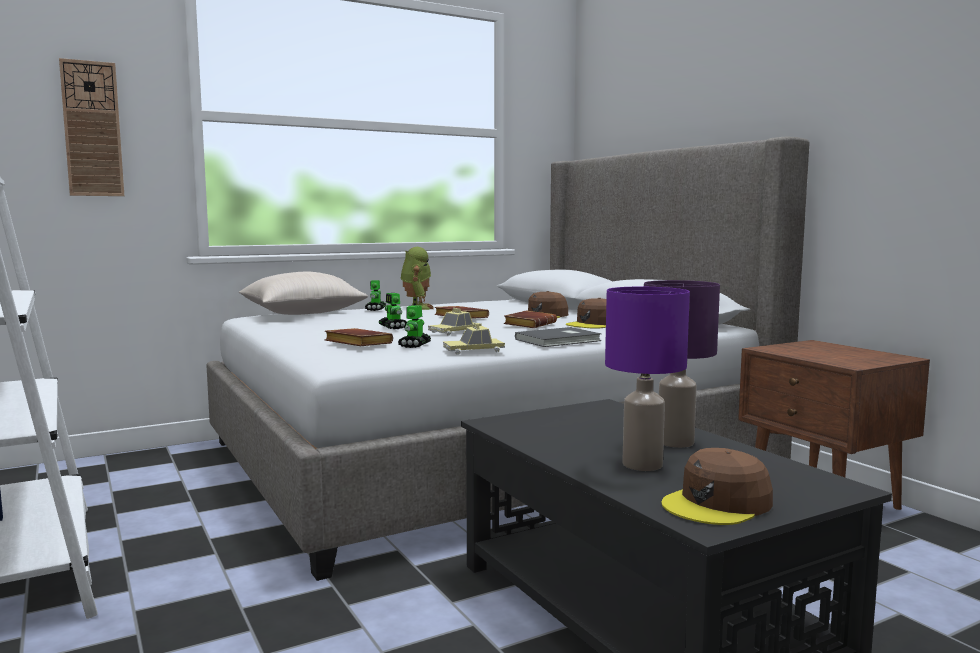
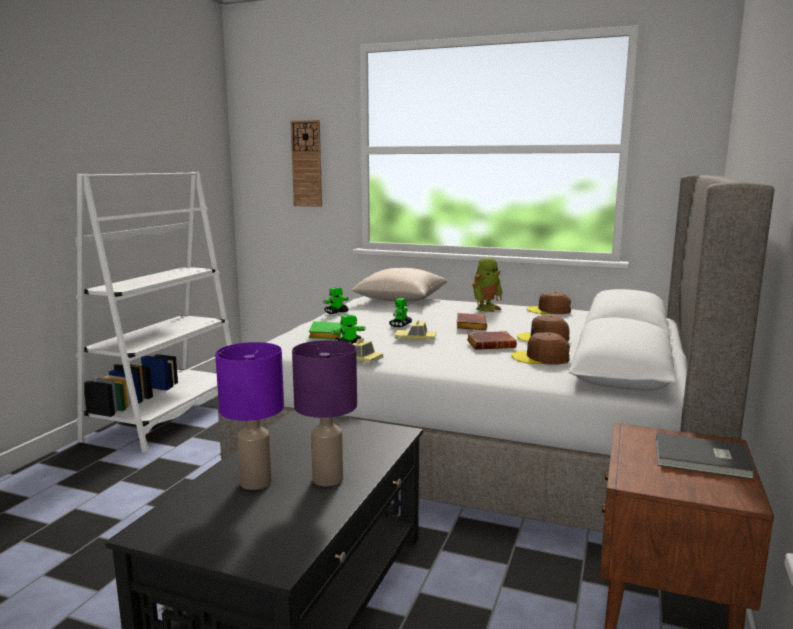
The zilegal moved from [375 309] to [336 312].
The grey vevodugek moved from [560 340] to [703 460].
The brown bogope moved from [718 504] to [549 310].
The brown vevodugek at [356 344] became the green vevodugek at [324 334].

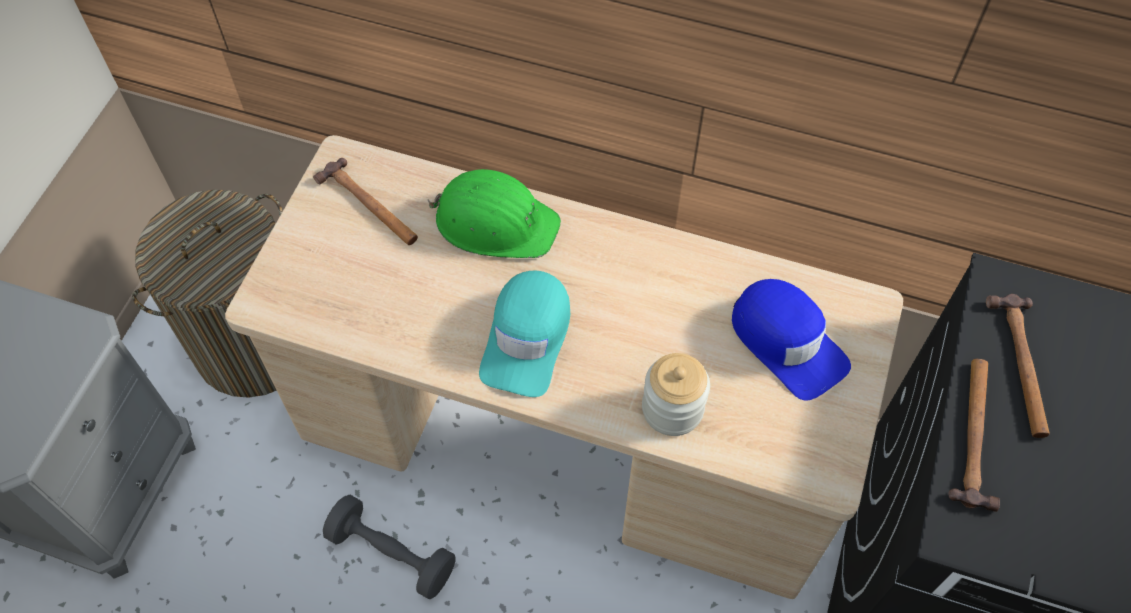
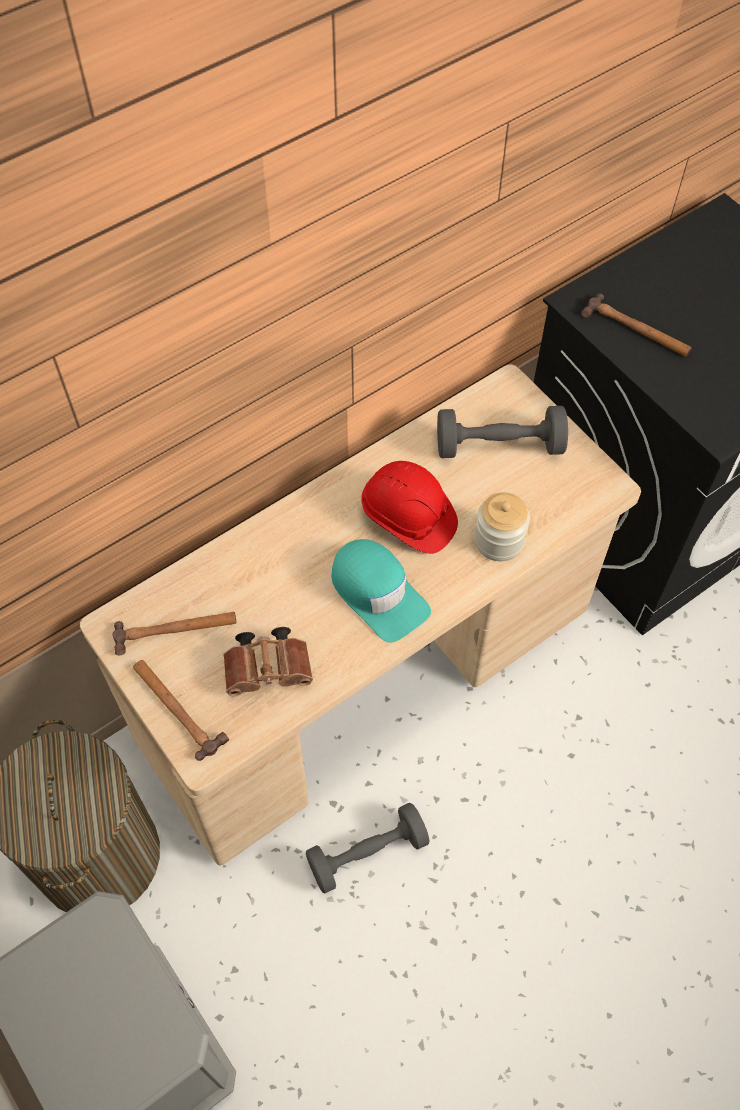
The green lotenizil at [495 221] disappeared.
The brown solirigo at [270 669] appeared.
The red lotenizil at [408 518] appeared.
The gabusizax moved from [975 434] to [177 708].
The blue bogope at [787 342] was replaced by the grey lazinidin at [499 446].

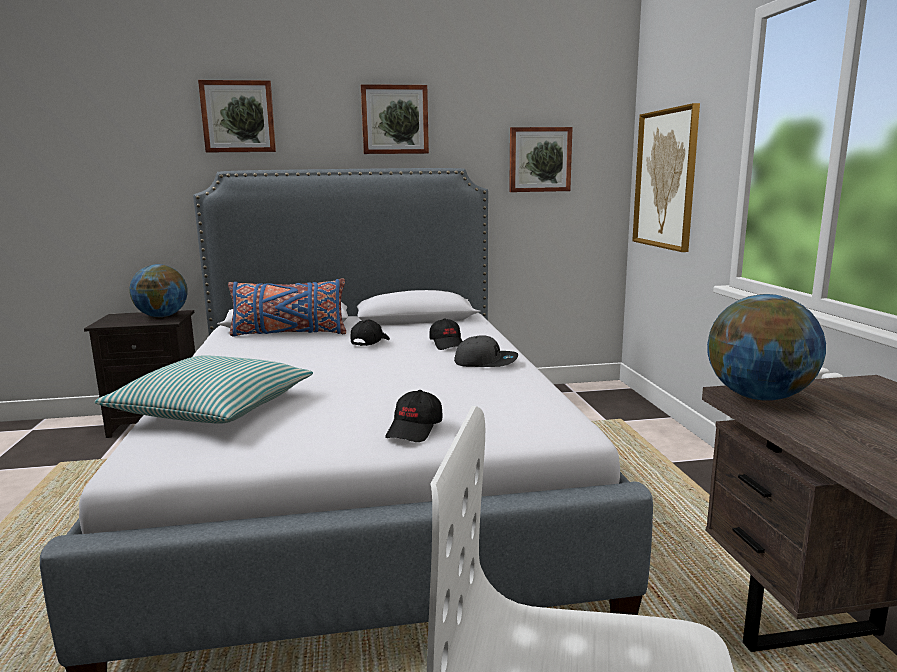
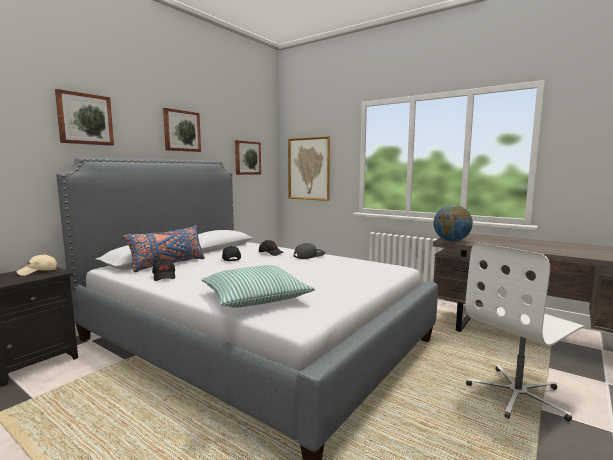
The black bogope moved from [415 429] to [164 276].
The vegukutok at [162 316] was replaced by the beige bogope at [38 272].

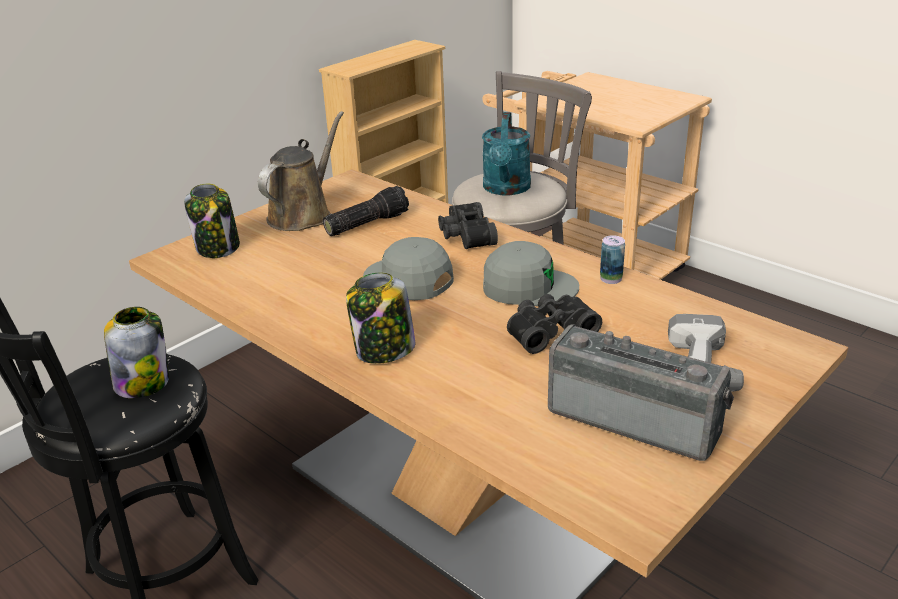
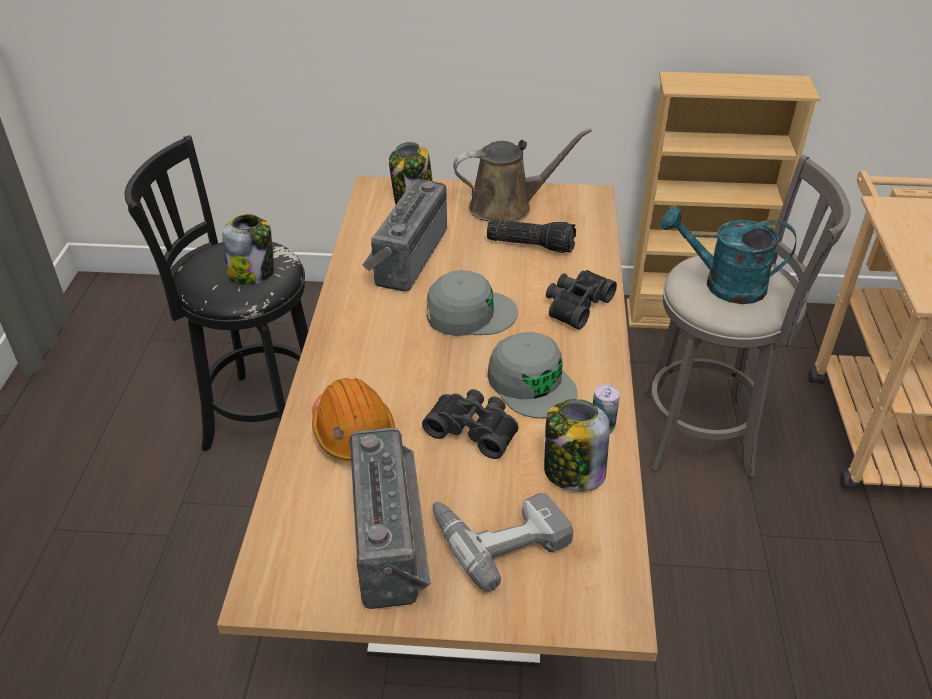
The orange lotenizil at [353 431] appeared.
The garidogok at [406 256] appeared.
The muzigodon moved from [384 350] to [572 472].
The grey bogope at [408 280] turned 90 degrees clockwise.
The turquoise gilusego at [506 189] turned 45 degrees clockwise.

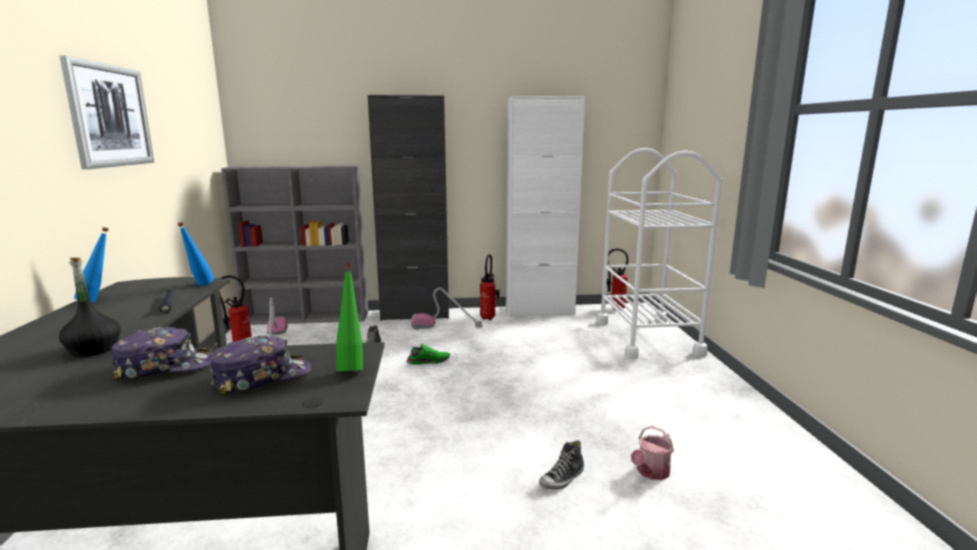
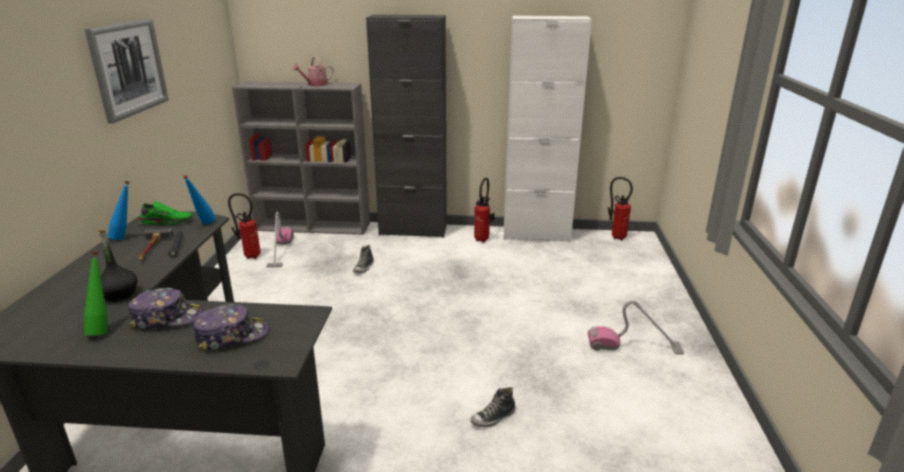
The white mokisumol at [647 337] disappeared.
The gabusizax at [151 249] appeared.
The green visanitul moved from [351 367] to [103 329].
The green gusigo moved from [428 361] to [167 222].
The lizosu moved from [446 326] to [634 346].
The gilusego moved from [651 472] to [315 85].

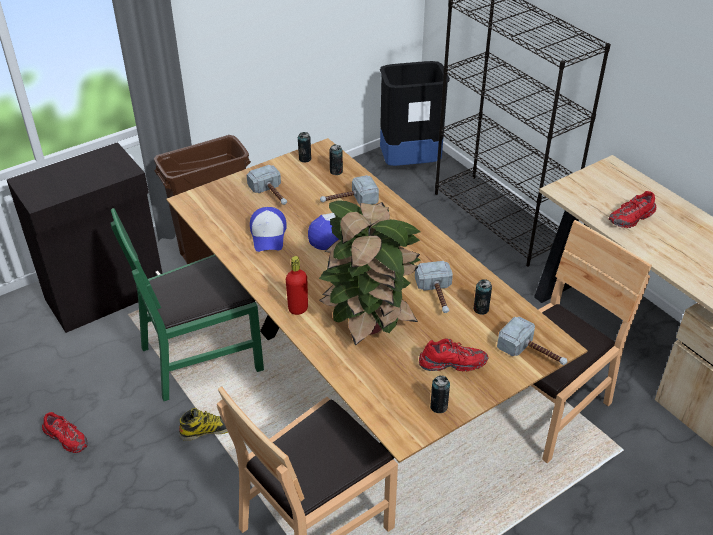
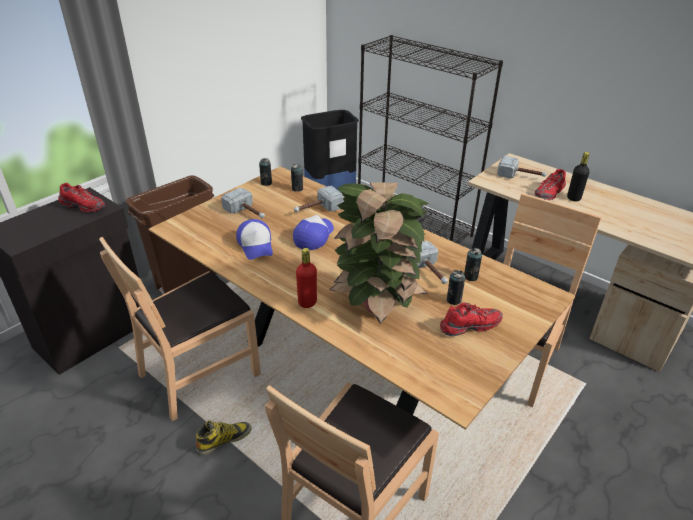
The black visanitul at [573 198] appeared.
The red gusigo moved from [66 439] to [83 207].
The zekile moved from [438 406] to [453 300].
The gabusizax moved from [533 353] to [520 176].
The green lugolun at [201 357] became the brown lugolun at [199 373].

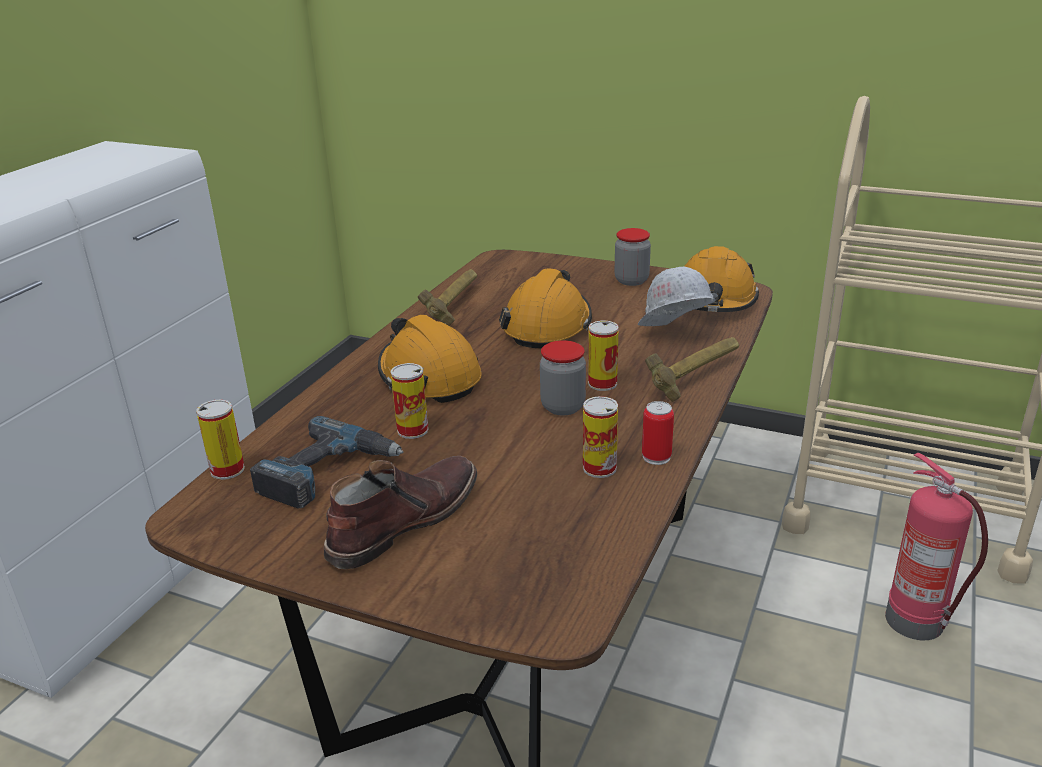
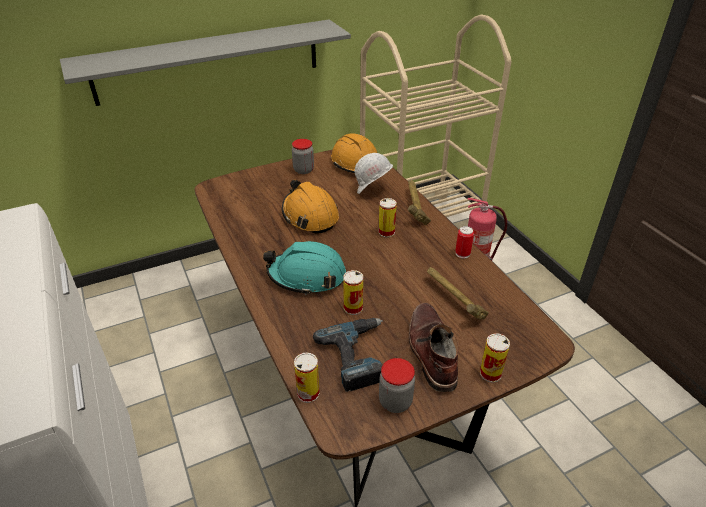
The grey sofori at [209 61] appeared.
The gabusizax moved from [454 306] to [454 301].
The muzigodon moved from [563 407] to [395 402].
The zekile moved from [599 468] to [490 373].
The orange lotenizil at [429 376] became the turquoise lotenizil at [307 276].

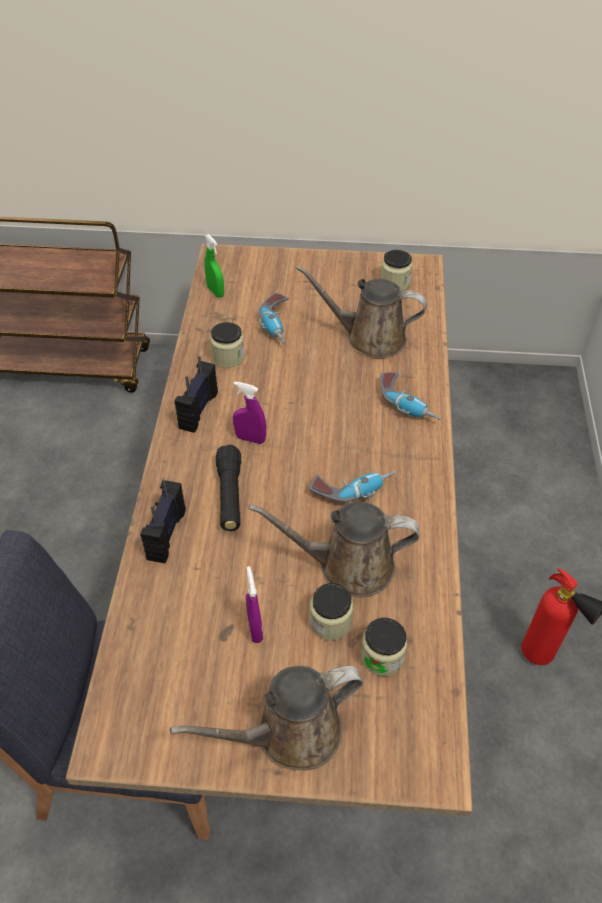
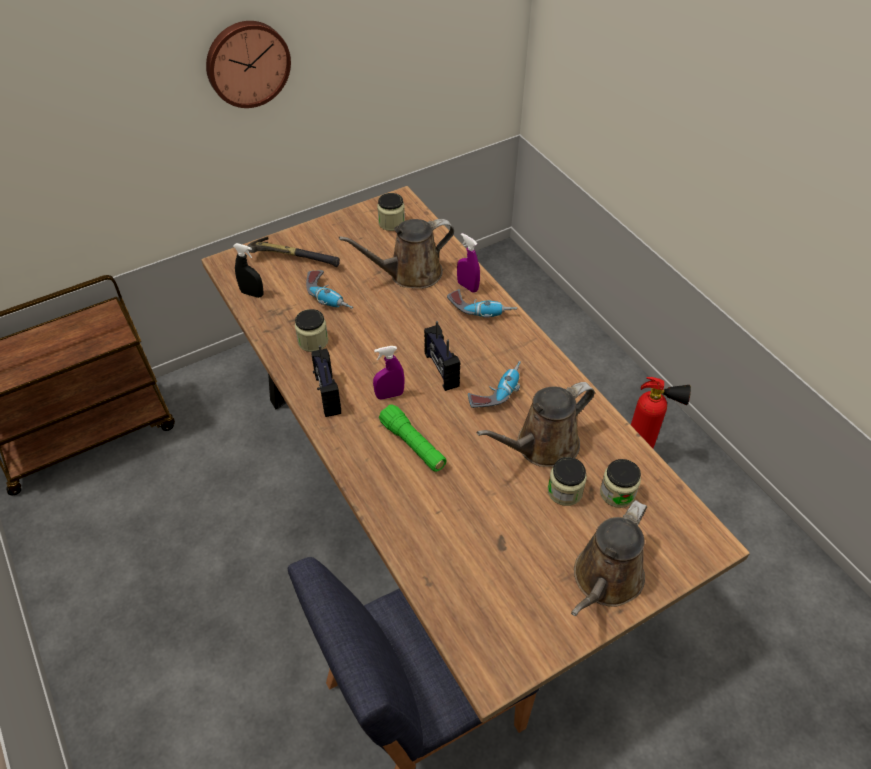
The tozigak at [247 63] appeared.
The gabusizax at [294 258] appeared.
The garidogok moved from [165 534] to [441 370].
The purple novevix moved from [255 628] to [467 286].
The green novevix at [215 291] became the black novevix at [252 293].
The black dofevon at [230 495] became the green dofevon at [413 445].

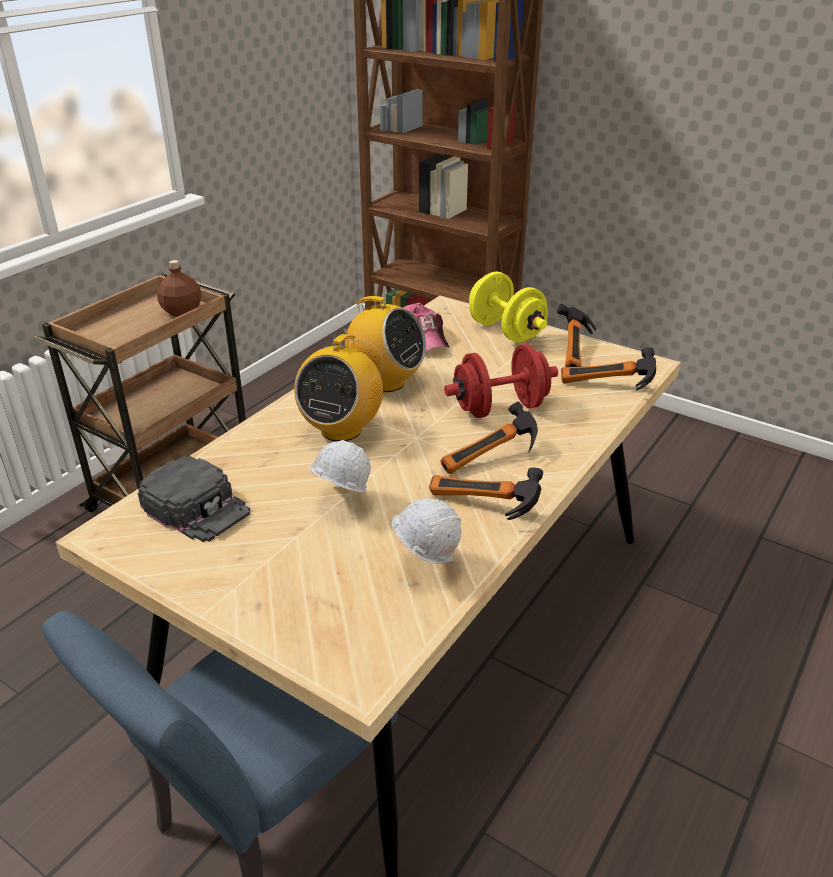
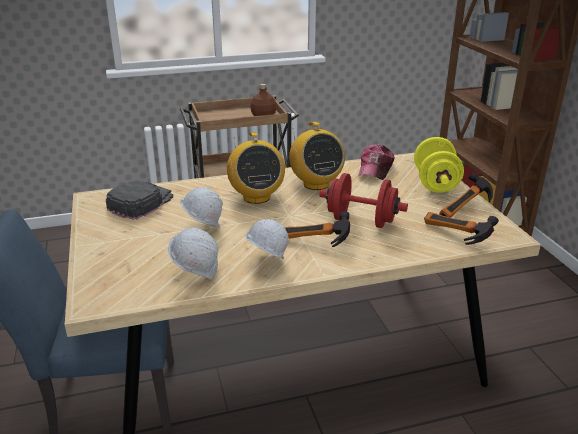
The gabusizax at [481 508] was replaced by the white lotenizil at [265 263].
The black bogope at [197 507] turned 135 degrees counterclockwise.
The garidogok at [341 429] turned 75 degrees counterclockwise.

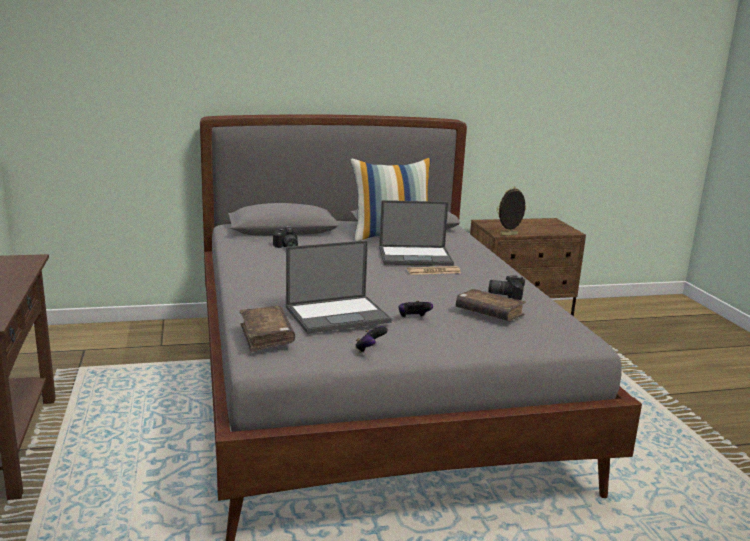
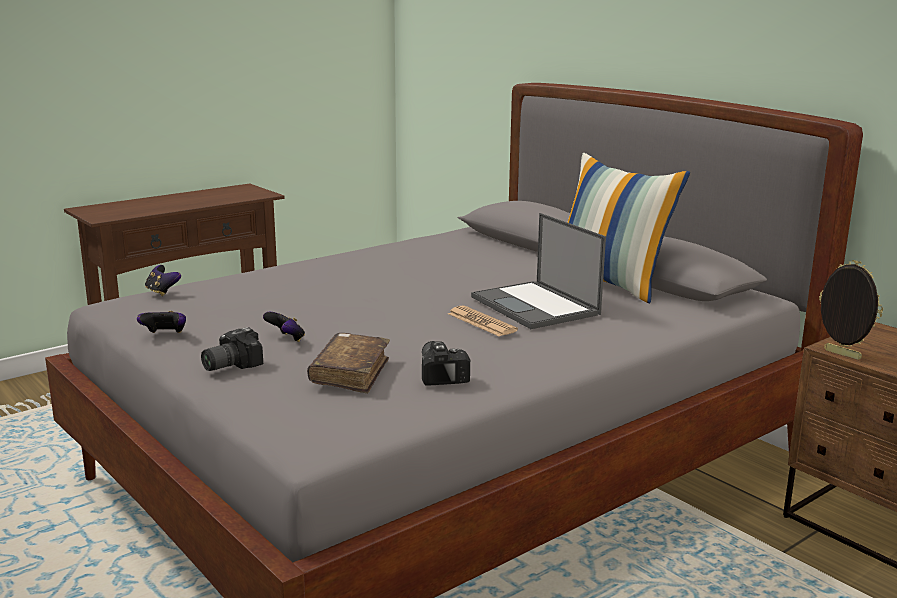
The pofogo at [338 314] disappeared.
The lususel moved from [286 247] to [229 365].
The brown vevodugek at [266 336] was replaced by the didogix at [162 292].

